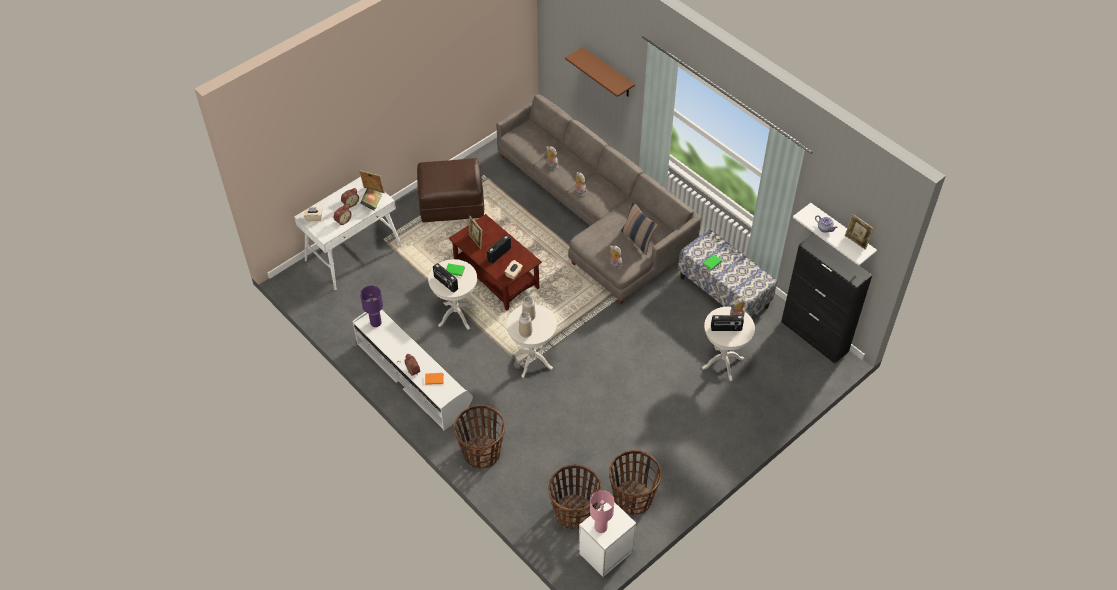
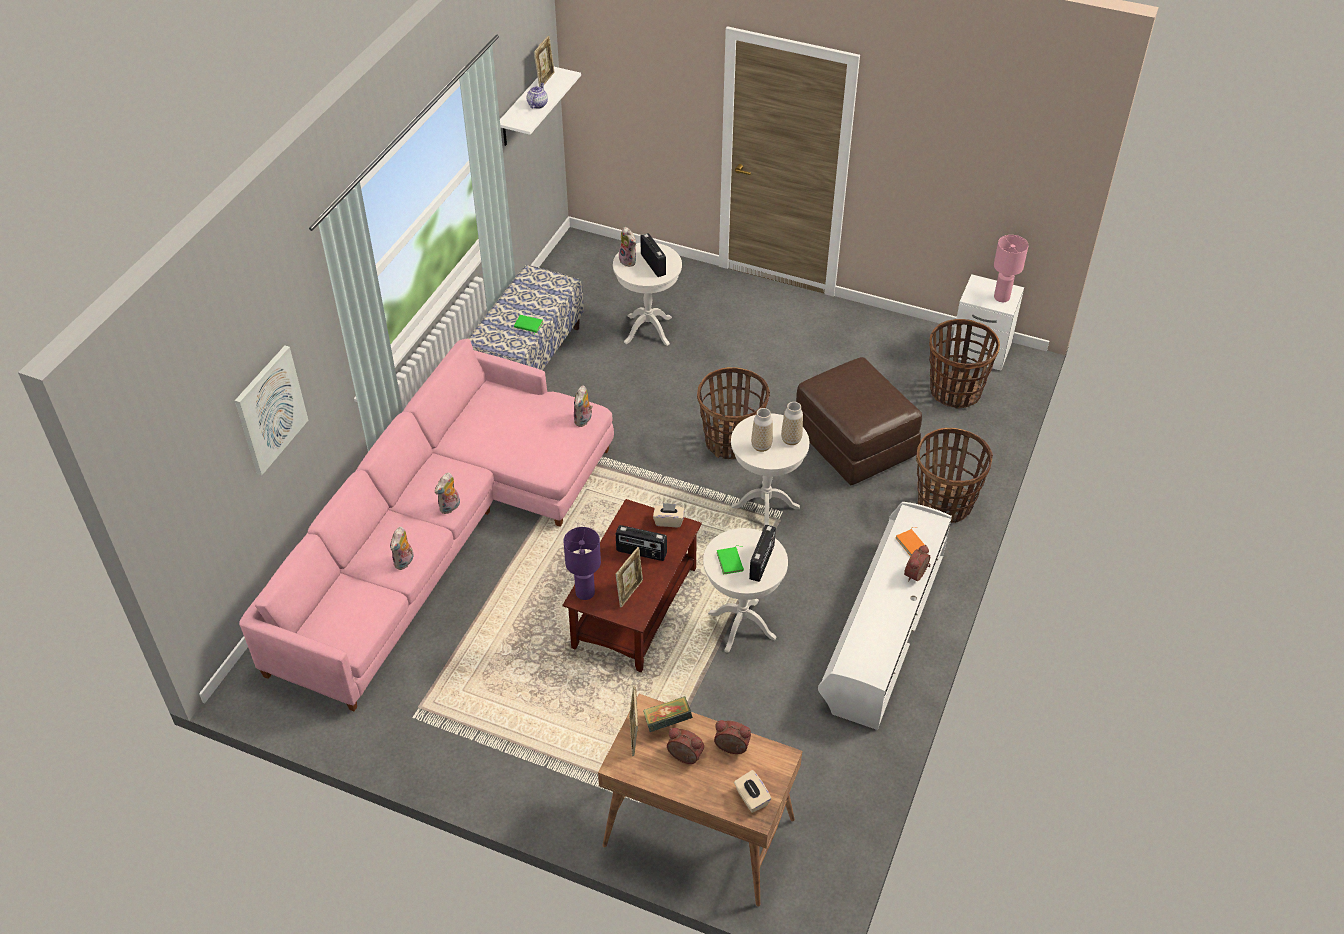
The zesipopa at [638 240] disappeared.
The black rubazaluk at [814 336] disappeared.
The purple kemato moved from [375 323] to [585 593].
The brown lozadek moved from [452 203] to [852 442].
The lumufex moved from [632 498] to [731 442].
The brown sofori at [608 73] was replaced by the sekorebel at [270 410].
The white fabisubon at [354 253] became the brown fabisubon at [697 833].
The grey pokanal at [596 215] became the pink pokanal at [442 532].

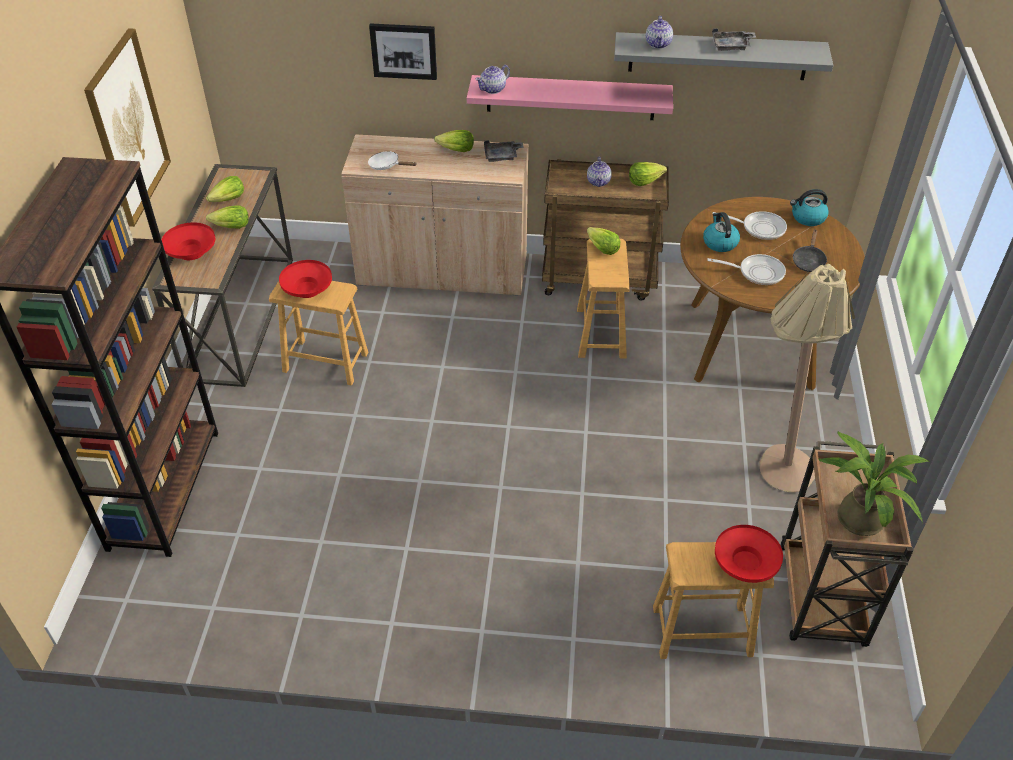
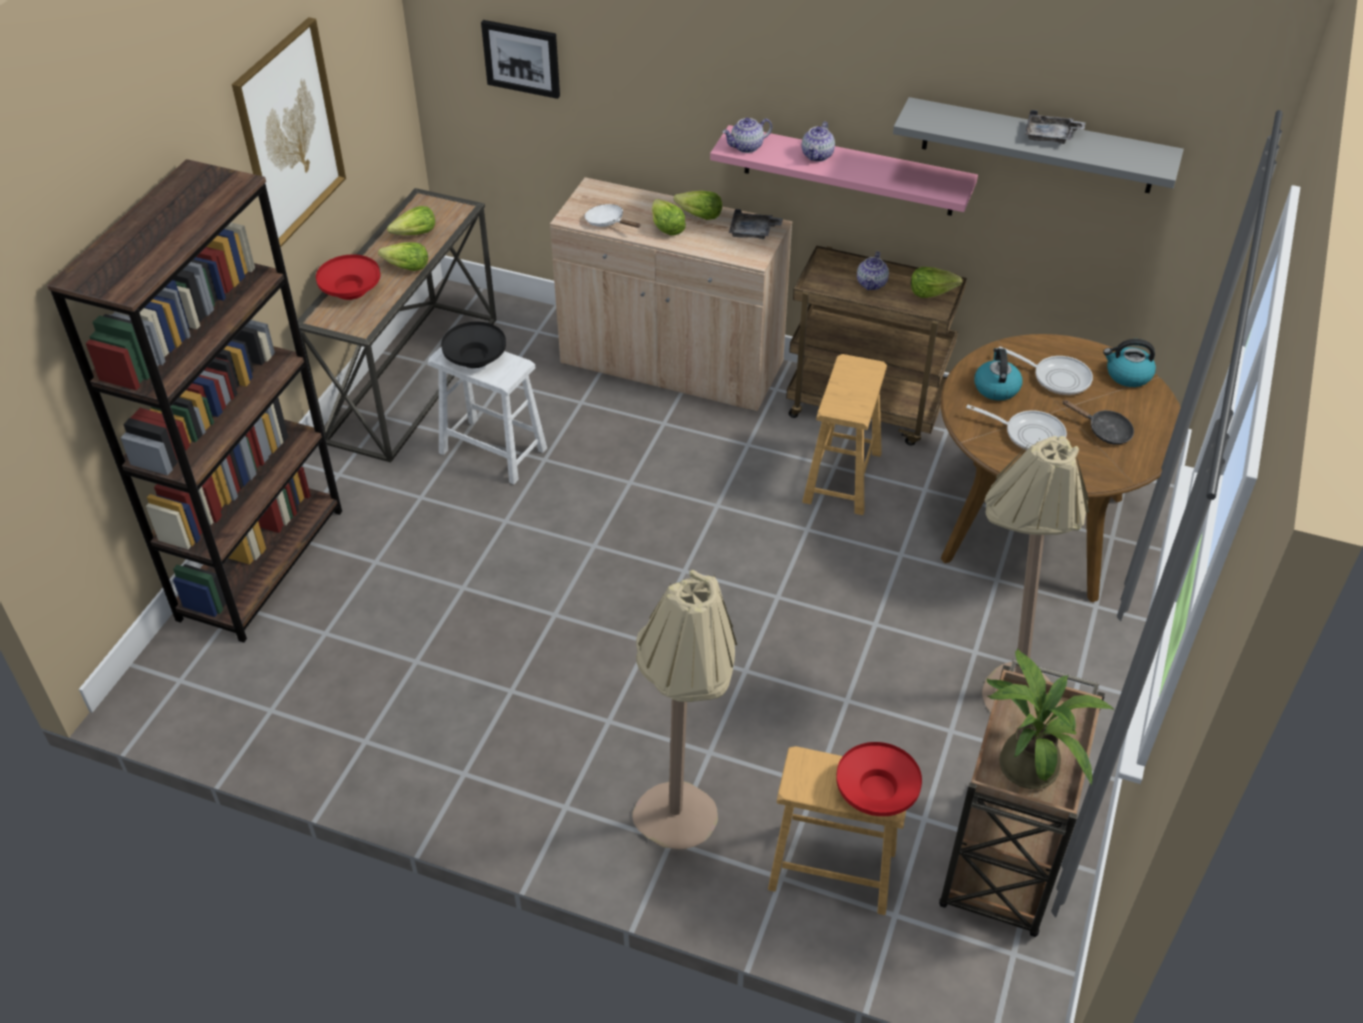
The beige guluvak at [681 832] appeared.
The sekorebel moved from [404 51] to [522 58].
The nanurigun moved from [602 248] to [666 227].
The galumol moved from [658 44] to [817 156].
The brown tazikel at [325 362] became the white tazikel at [493 450].
The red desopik at [307 289] became the black desopik at [475 358].
The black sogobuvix at [808 261] turned 90 degrees counterclockwise.

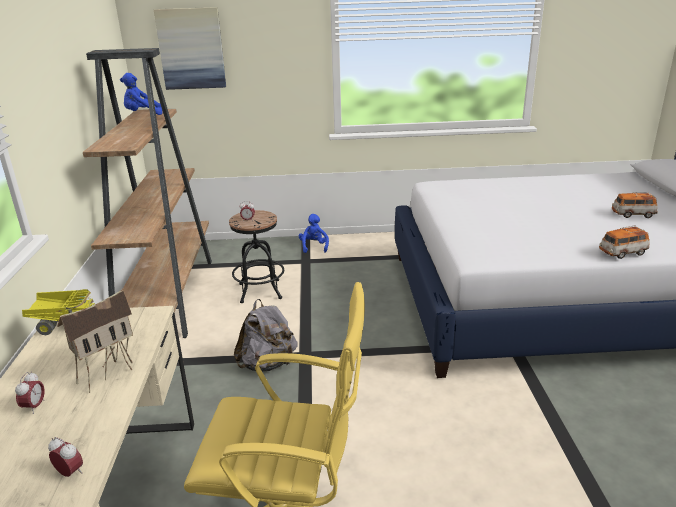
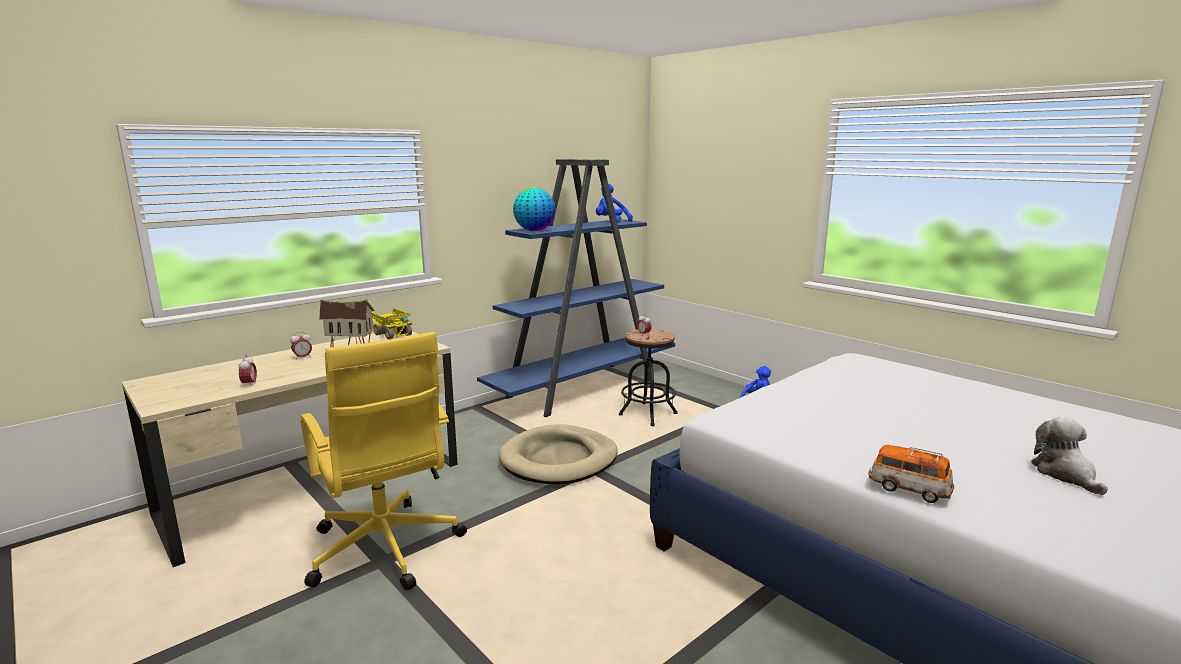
The sekorebel at [191 49] disappeared.
The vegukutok at [534 231] appeared.
The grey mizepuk at [268 364] was replaced by the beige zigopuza at [559 459].
The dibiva at [632 214] was replaced by the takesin at [1065 474].
The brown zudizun at [167 295] became the blue zudizun at [584 388].

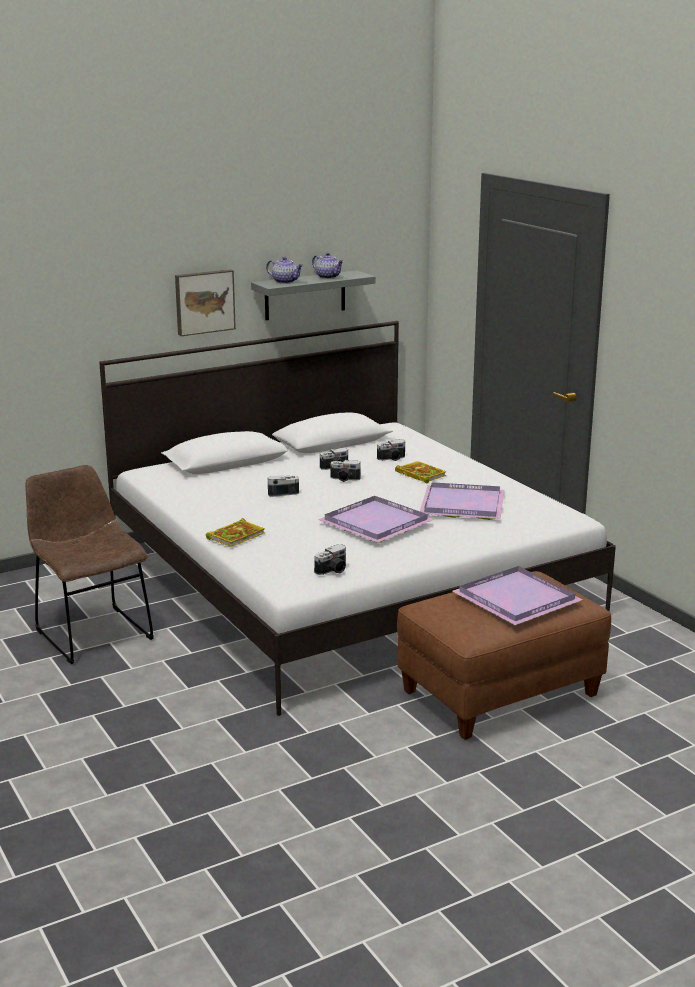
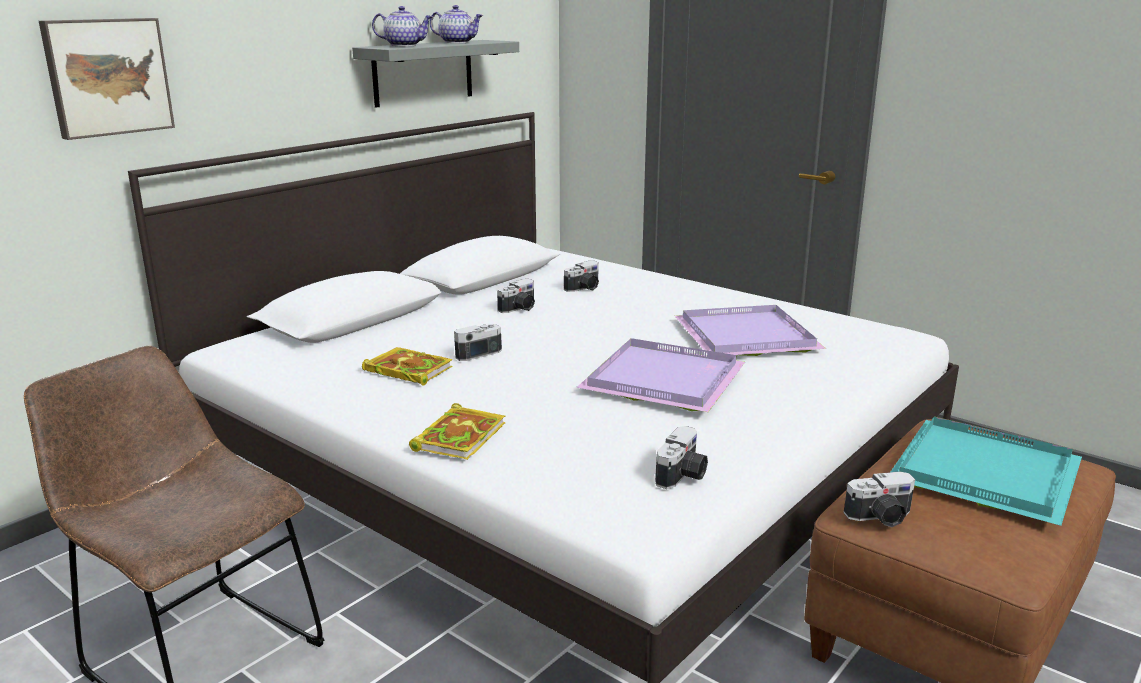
The sekorebel moved from [204 301] to [107 77].
The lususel moved from [344 479] to [881 517].
The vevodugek moved from [419 474] to [406 370].
The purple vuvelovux at [514 599] became the turquoise vuvelovux at [981 474].

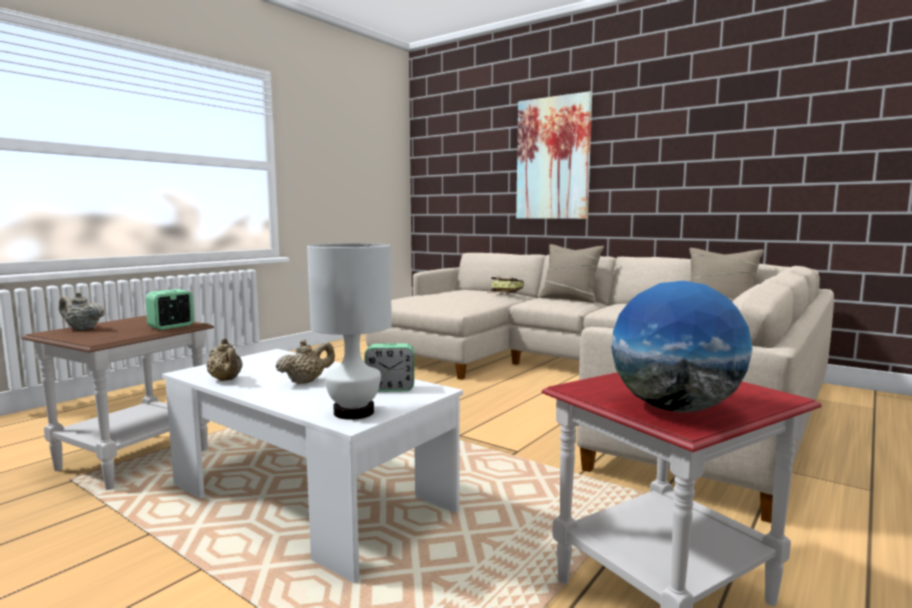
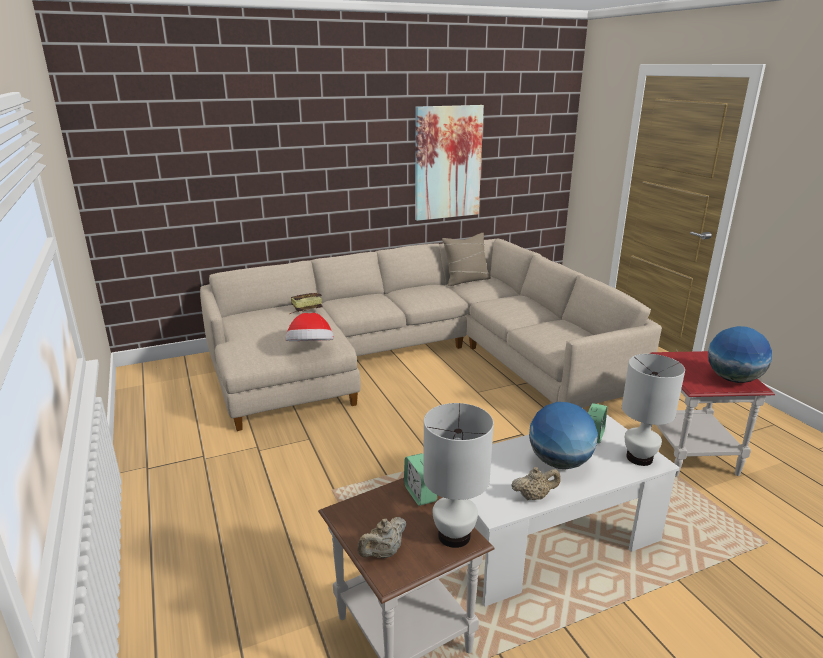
The beige zesipopa at [569 299] disappeared.
The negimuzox at [311 348] appeared.
The white kemato at [454 536] appeared.
The sekorebel moved from [553 158] to [448 163].
The beige galumol at [306 381] was replaced by the vegukutok at [559 462].

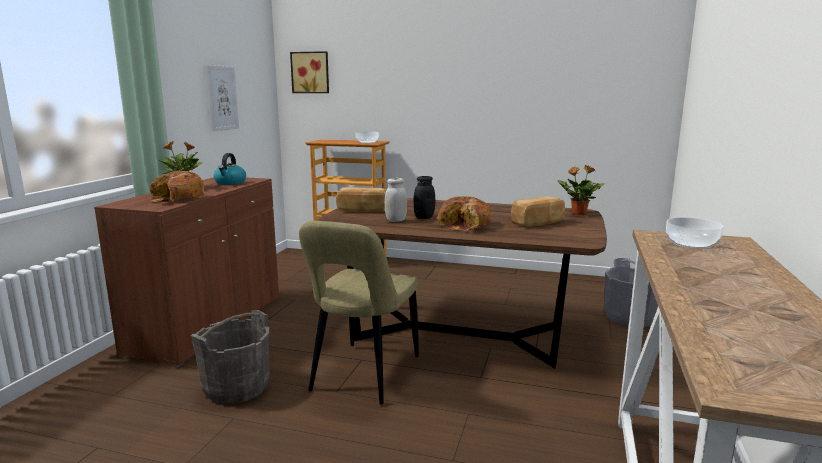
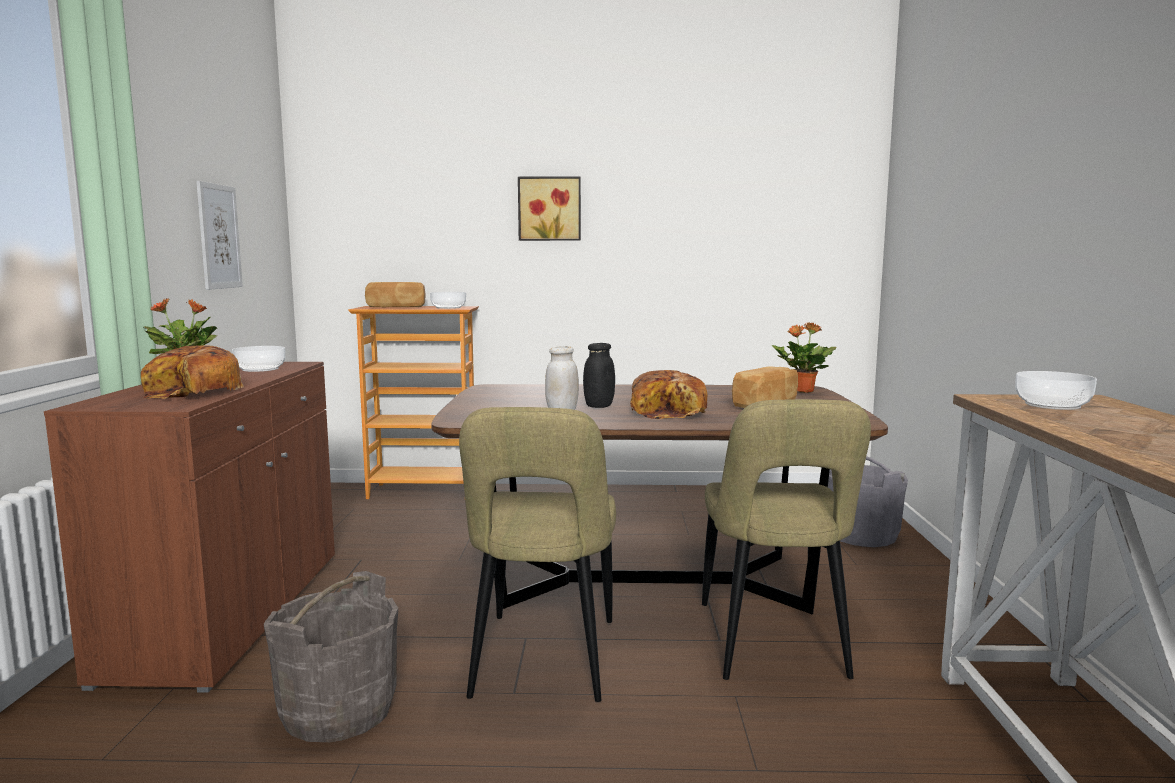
The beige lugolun at [773 644] appeared.
The sekorebel moved from [310 72] to [549 209].
The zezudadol moved from [362 210] to [396 307].
The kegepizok at [230 183] was replaced by the desopik at [260 369].

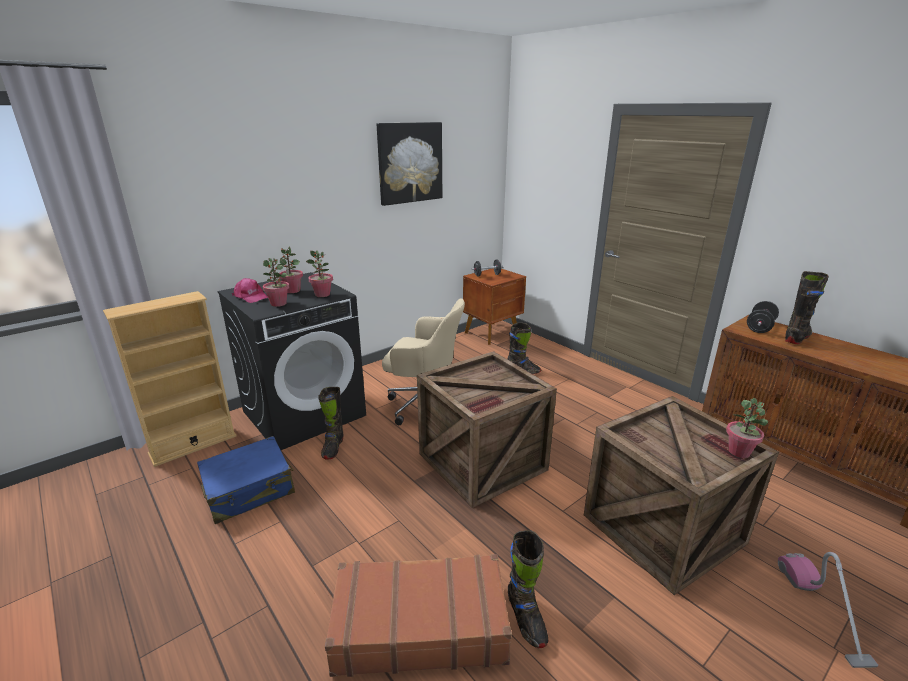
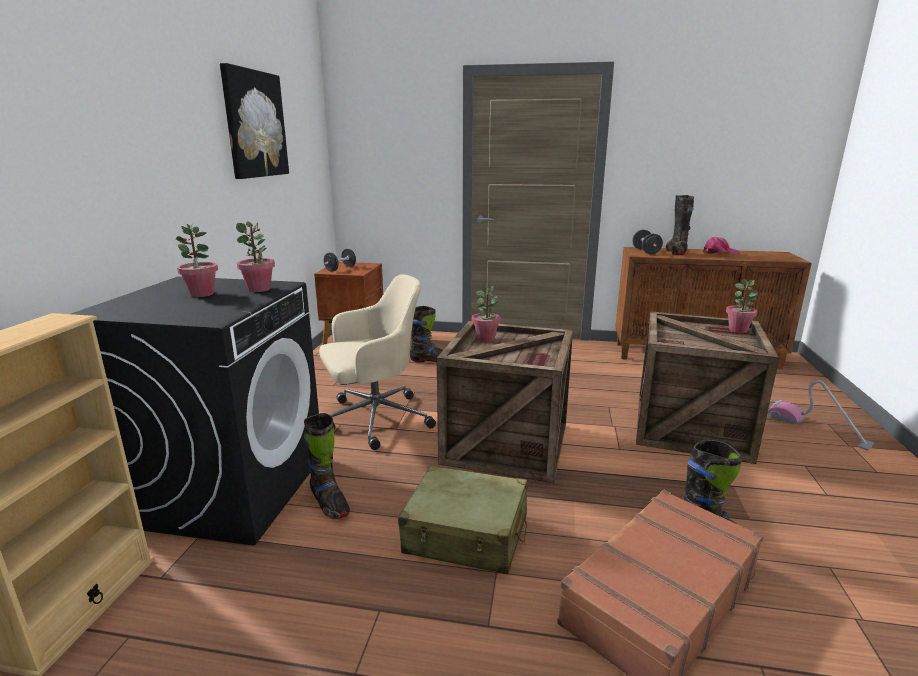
The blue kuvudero at [249 489] disappeared.
The beige kuvudero at [466 534] appeared.
The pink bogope moved from [251 297] to [719 252].
The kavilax moved from [278 304] to [486 339].

